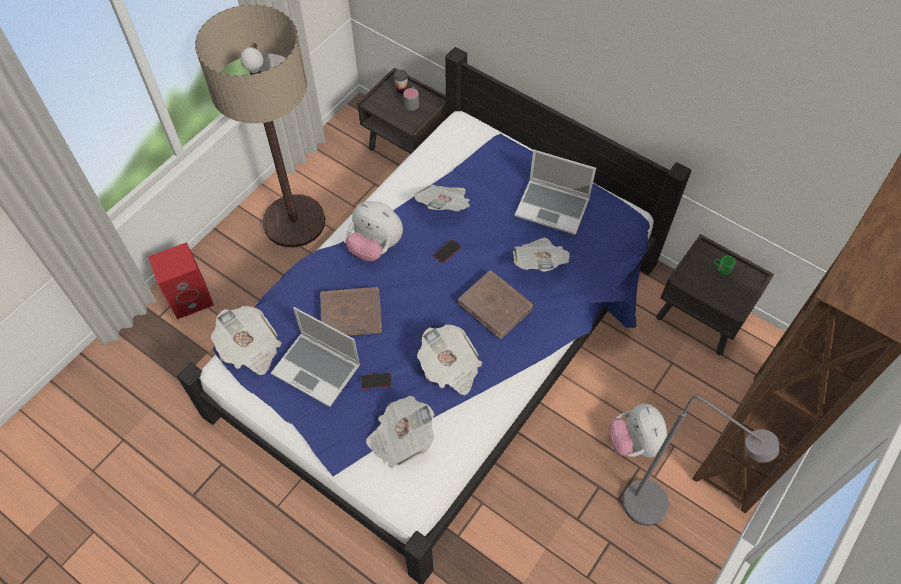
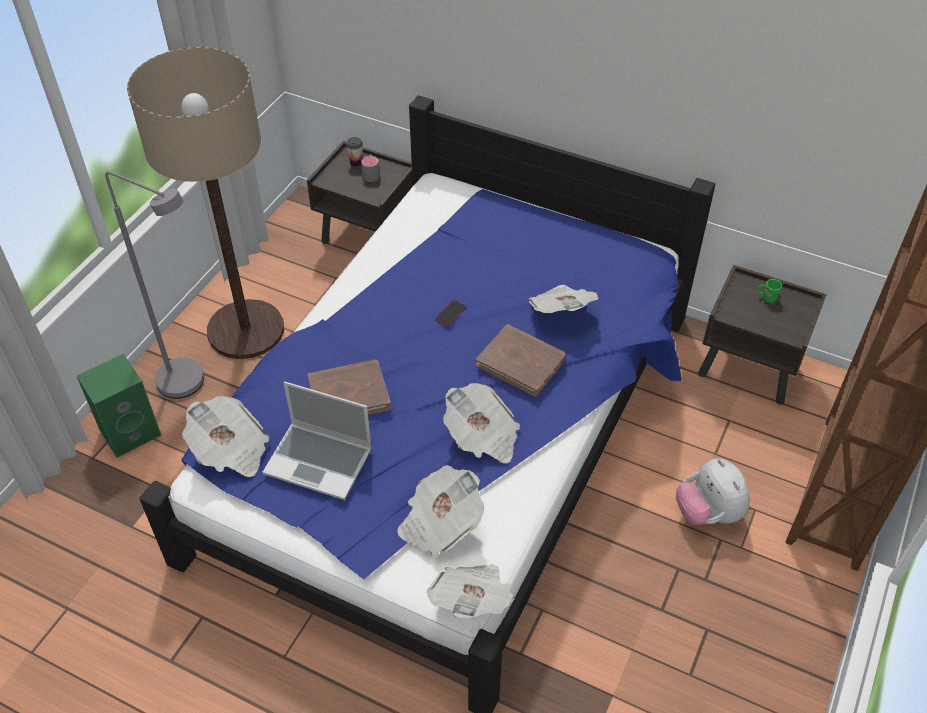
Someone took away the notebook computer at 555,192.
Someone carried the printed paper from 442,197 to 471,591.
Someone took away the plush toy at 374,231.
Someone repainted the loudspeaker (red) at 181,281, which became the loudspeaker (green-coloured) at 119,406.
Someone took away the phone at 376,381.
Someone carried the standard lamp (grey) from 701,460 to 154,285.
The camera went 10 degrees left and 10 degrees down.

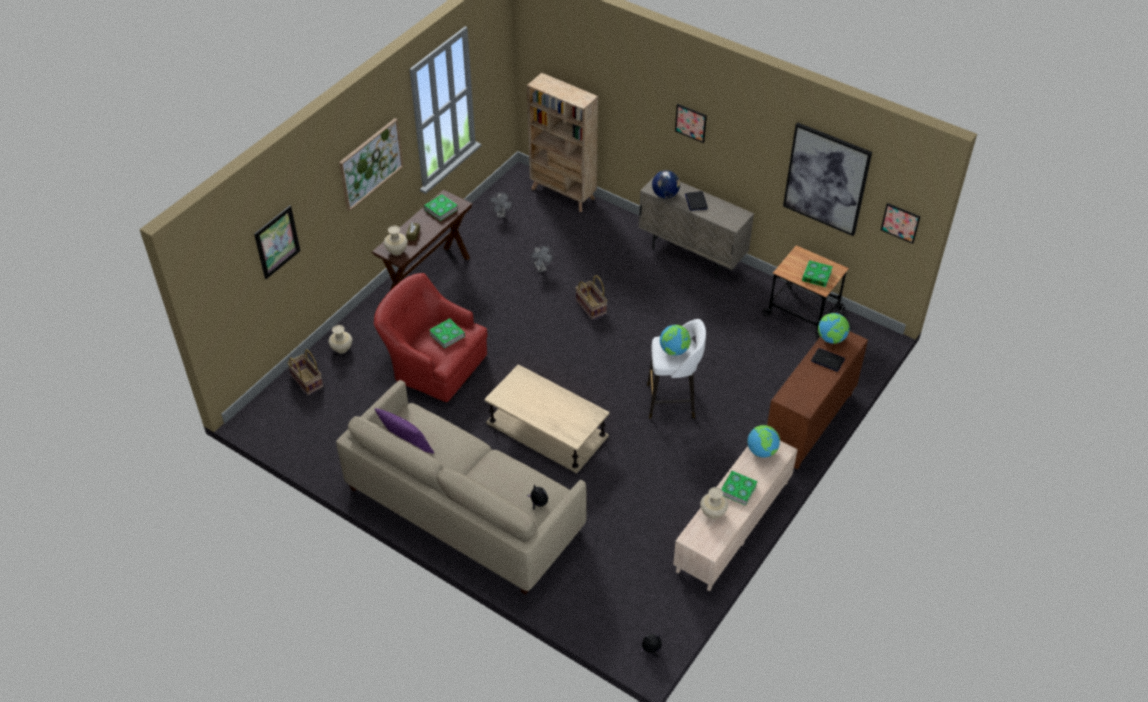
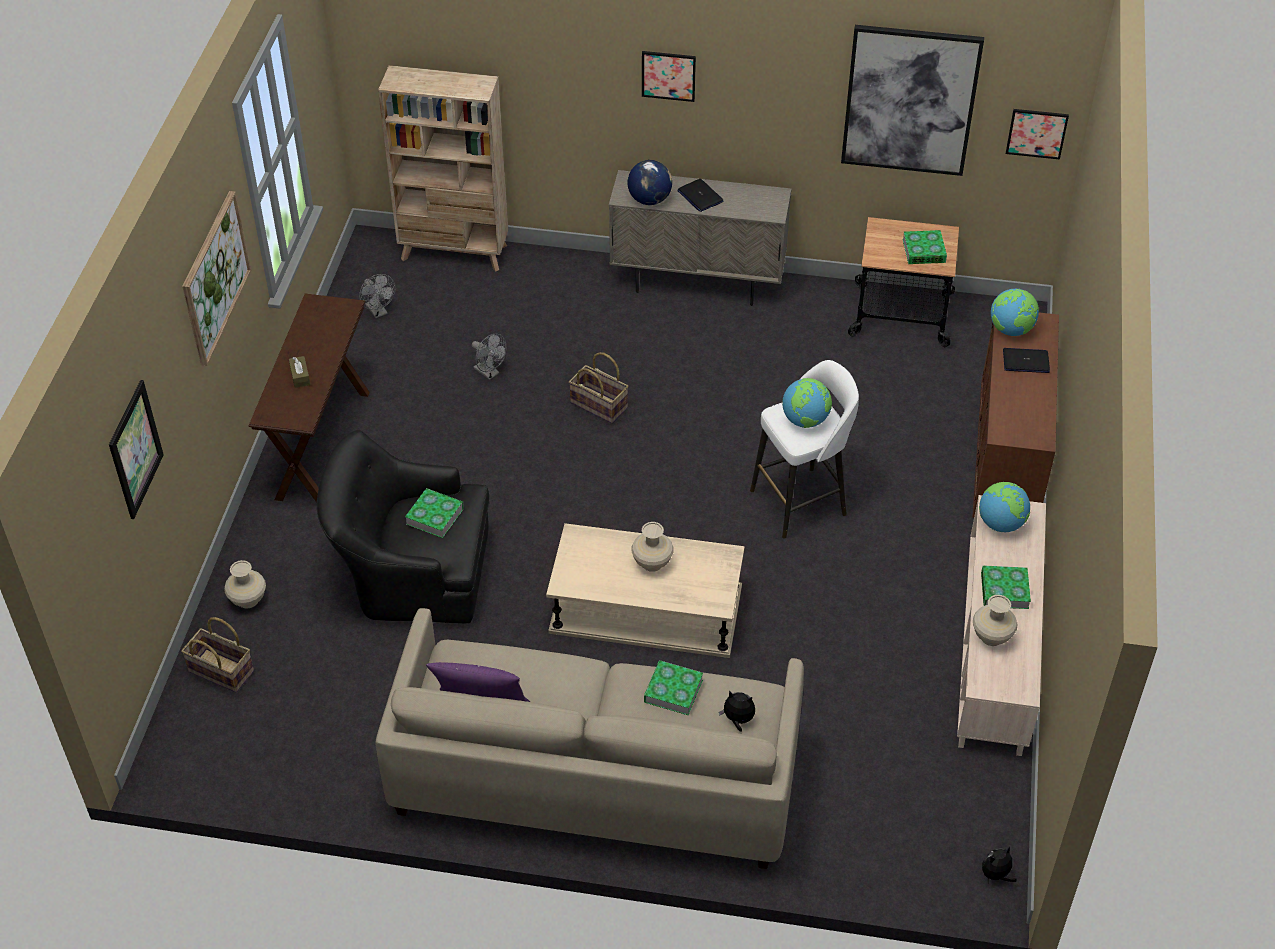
Someone carried the bound book from 441,207 to 673,687.
Someone carried the decorative vase (beige) from 396,240 to 652,547.
Someone repainted the armchair (red) at 431,337, which became the armchair (black) at 403,526.
The camera went 25 degrees left and 0 degrees up.

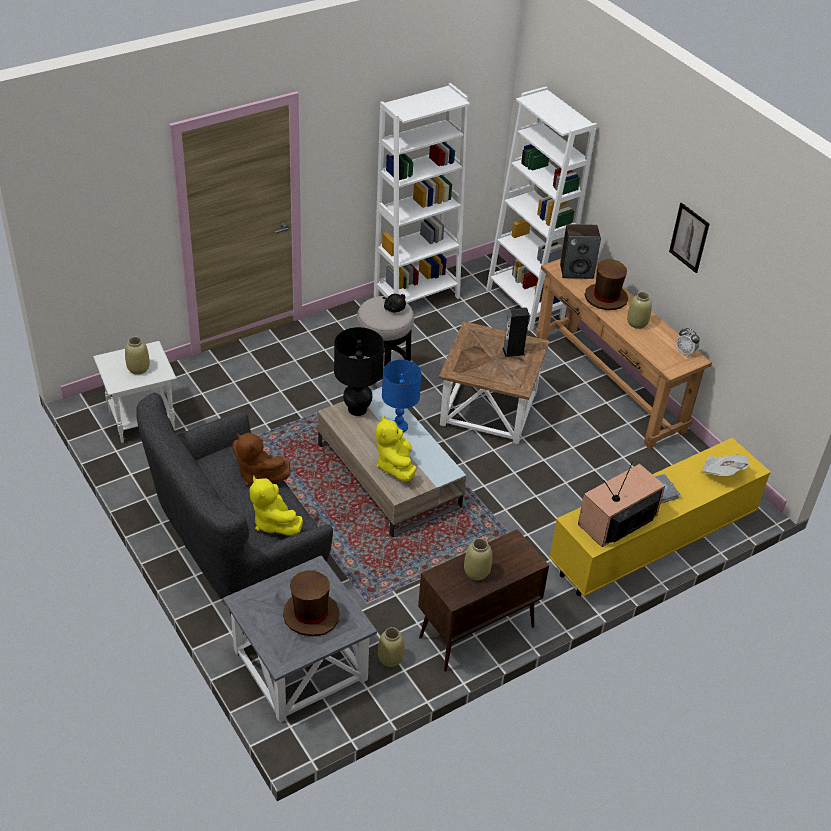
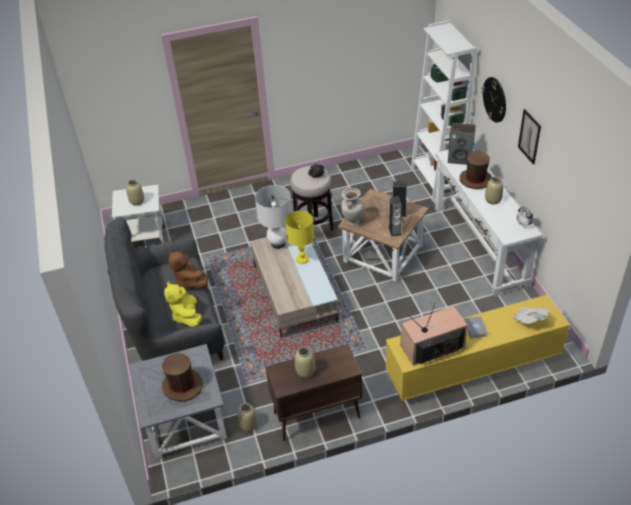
Someone took away the shelving unit (whitish) at 422,193.
Someone repainted the hall table (brown-coloured) at 623,354, which became the hall table (whitish) at 488,222.
Someone repainted the lamp for a table (black) at 359,371, which became the lamp for a table (whitish) at 273,217.
Someone repainted the lamp for a table (blue) at 401,396, which became the lamp for a table (yellowish) at 299,237.
Someone took away the plush toy (yellowish) at 396,448.
Someone put up the clock on the wall at 494,100.
Someone put down the decorative vase (beige) at 352,207.
Someone put down the loudspeaker at 395,216.
The camera went 20 degrees right and 0 degrees up.

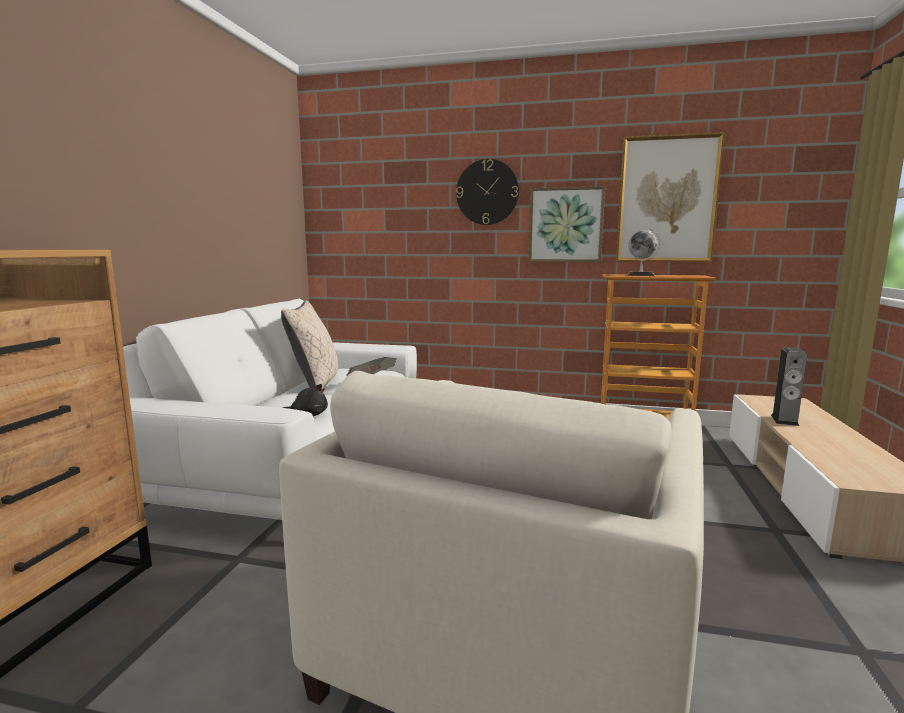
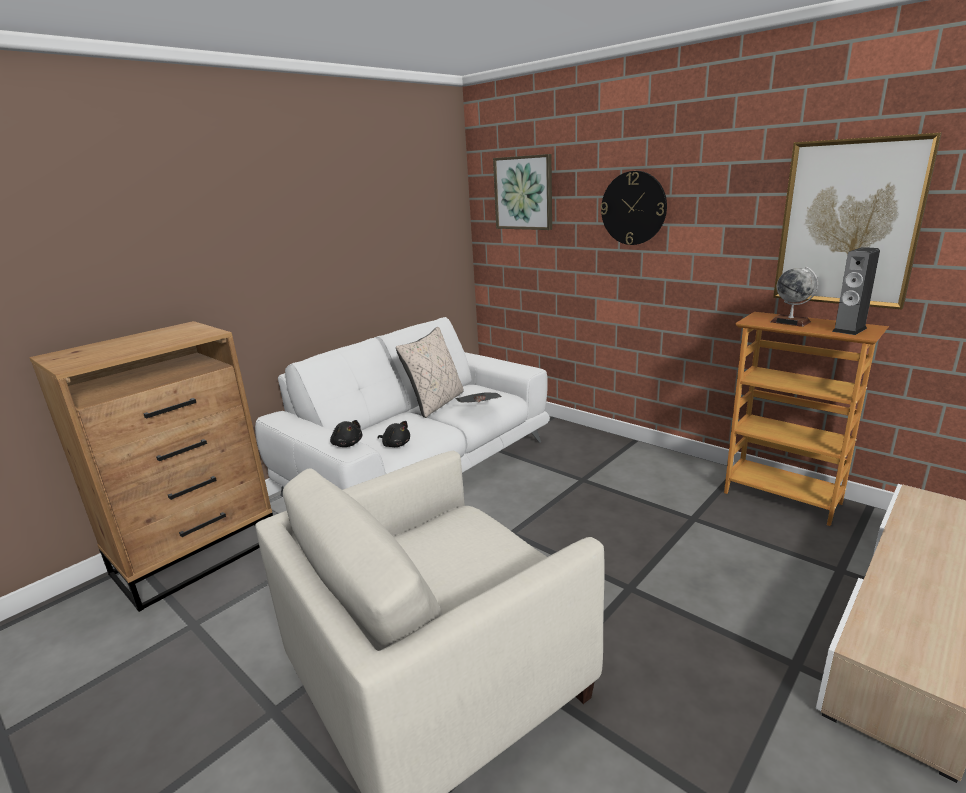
Someone carried the wall picture from 566,224 to 522,192.
Someone carried the loudspeaker from 789,386 to 856,291.
Someone put down the plush toy (black) at 346,433.
The camera went 30 degrees right and 10 degrees up.

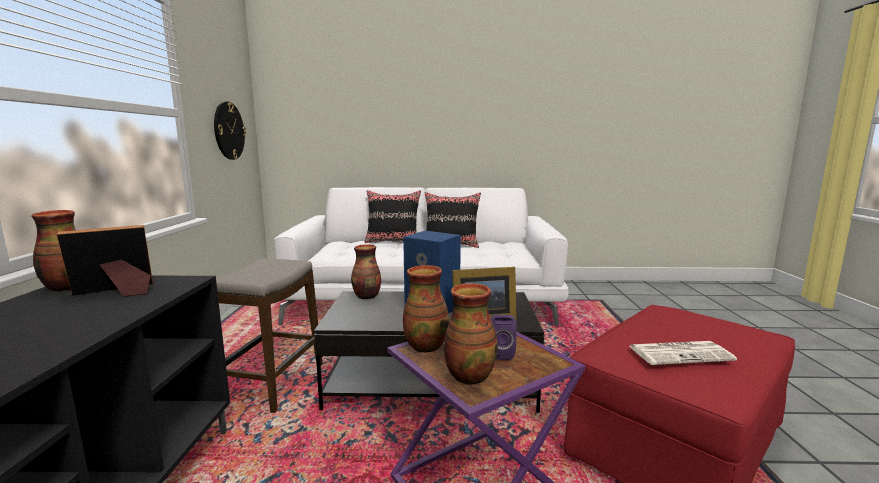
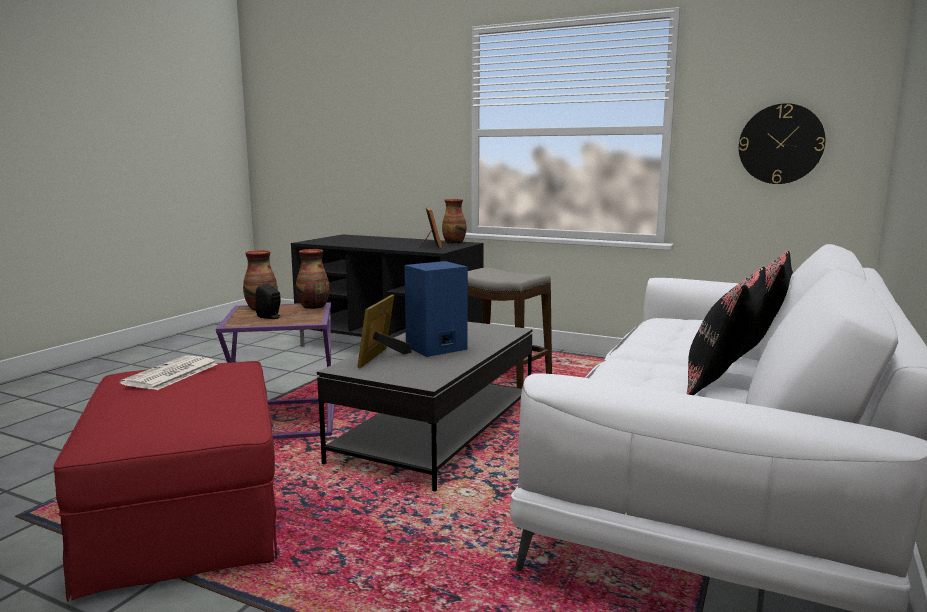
Someone took away the decorative vase at 366,271.
Someone repainted the loudspeaker (purplish) at 504,337, which became the loudspeaker (black) at 268,301.
The camera went 115 degrees right and 0 degrees up.

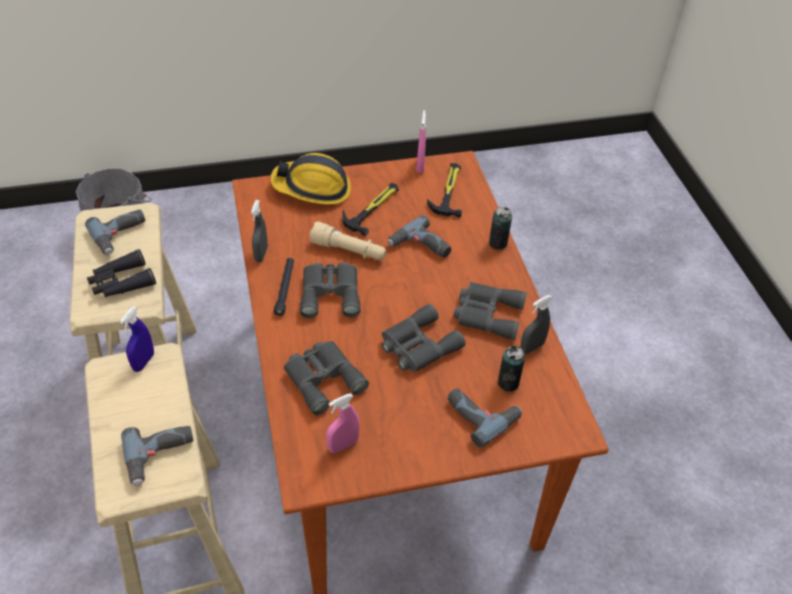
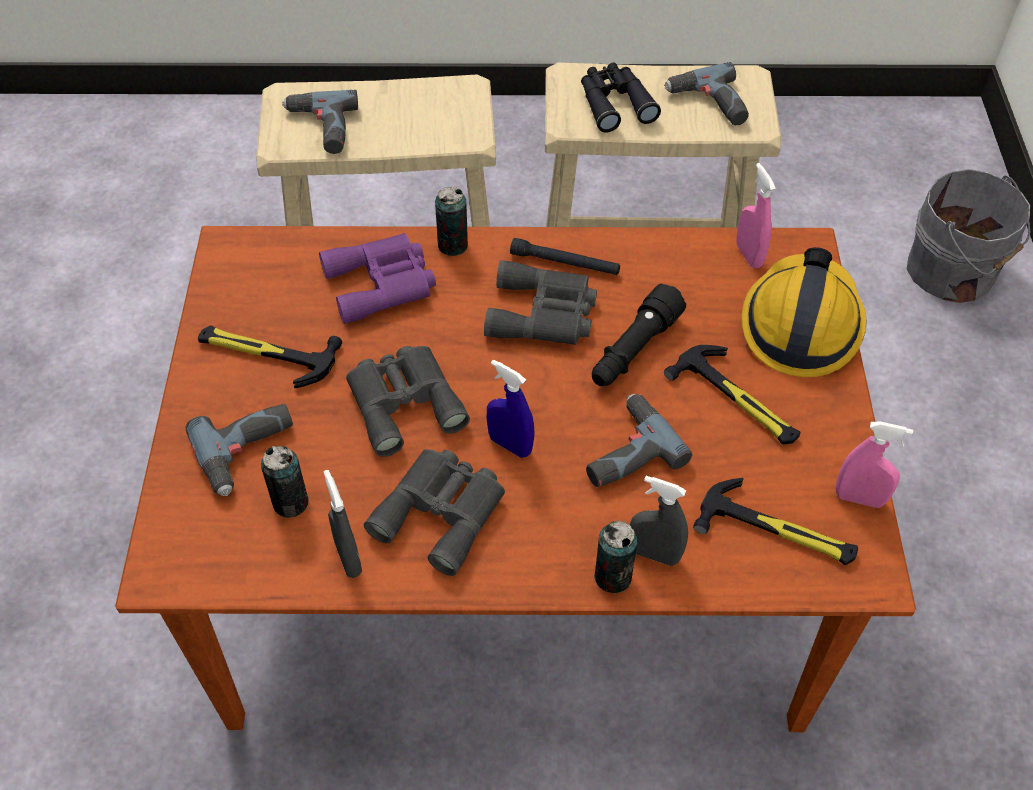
Someone carried the hand sprayer (grey) from 259,231 to 659,521.
Someone repainted the hand torch (beige) at 348,240, which became the hand torch (black) at 639,335.
Someone carried the hand sprayer (blue) from 137,339 to 511,409.
Someone repainted the field glasses (grey) at 326,378, which became the field glasses (purplish) at 377,278.
Someone carried the hand sprayer (pink-coloured) from 343,423 to 756,215.
Someone put down the metal can at 451,221.
Someone put down the hammer at 270,356.
The camera went 105 degrees right and 5 degrees up.

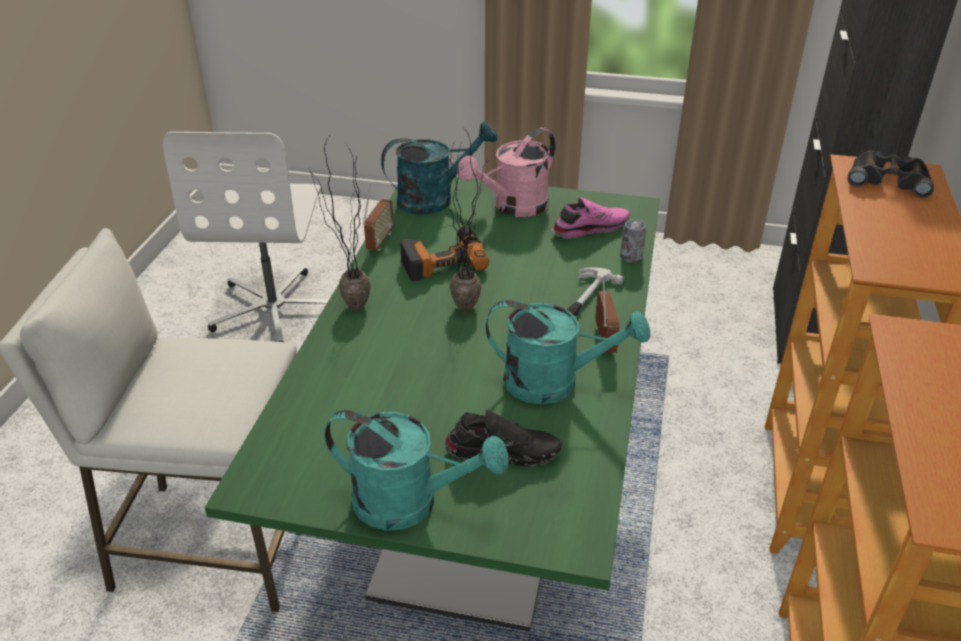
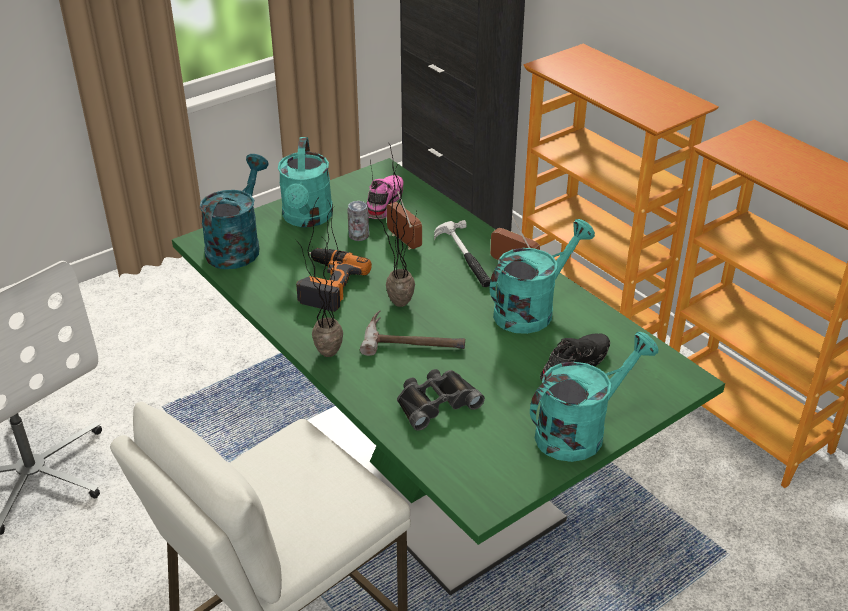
Someone repainted the sprinkling can (pink-coloured) at 506,172, which became the sprinkling can (blue-green) at 305,182.
Someone carried the field glasses (black) from 891,174 to 441,400.
Someone carried the radio set from 378,218 to 404,220.
Someone carried the metal can from 633,241 to 358,221.
Someone put down the hammer at 412,333.
The camera went 50 degrees left and 0 degrees up.

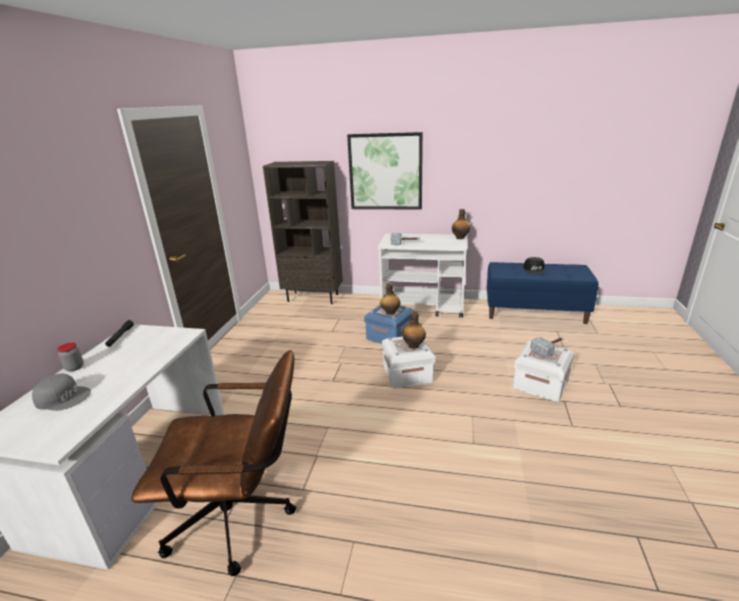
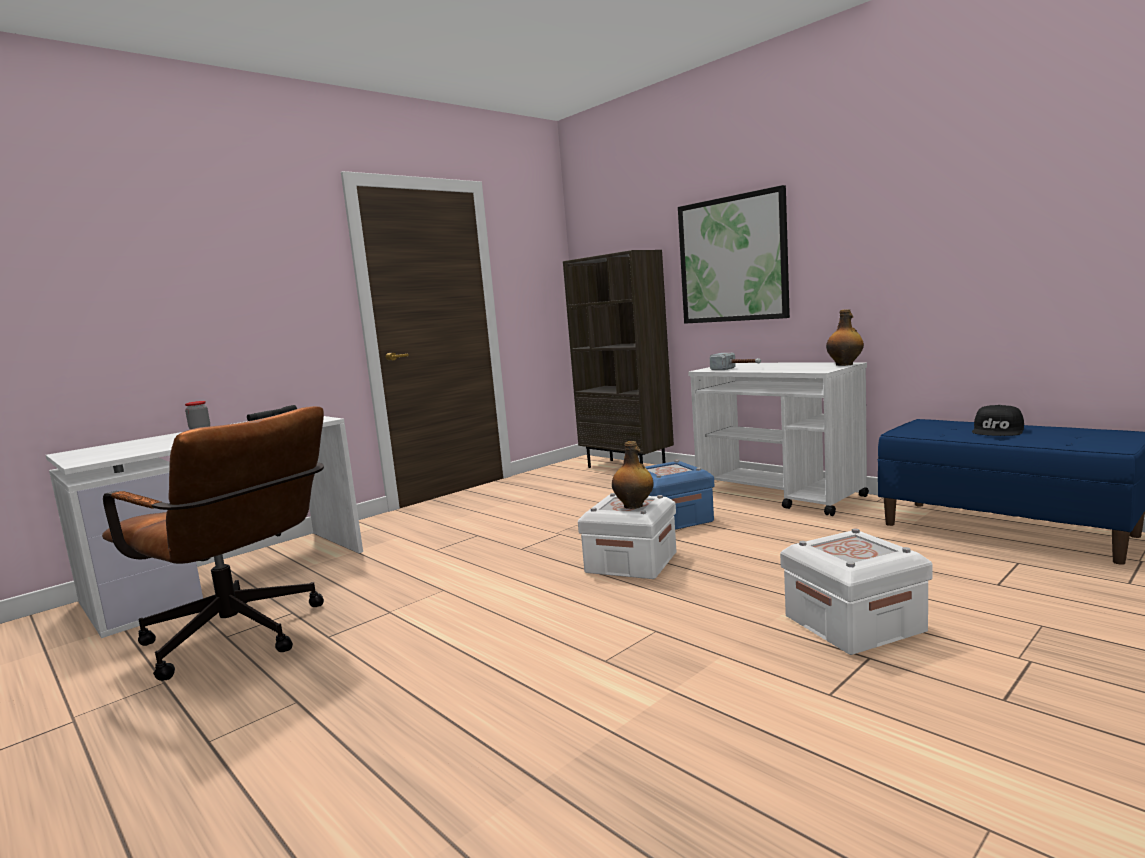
Someone took away the bottle at 390,299.
Someone took away the hammer at 547,347.
Someone took away the cap (grey) at 61,392.
The camera went 35 degrees right and 15 degrees down.

